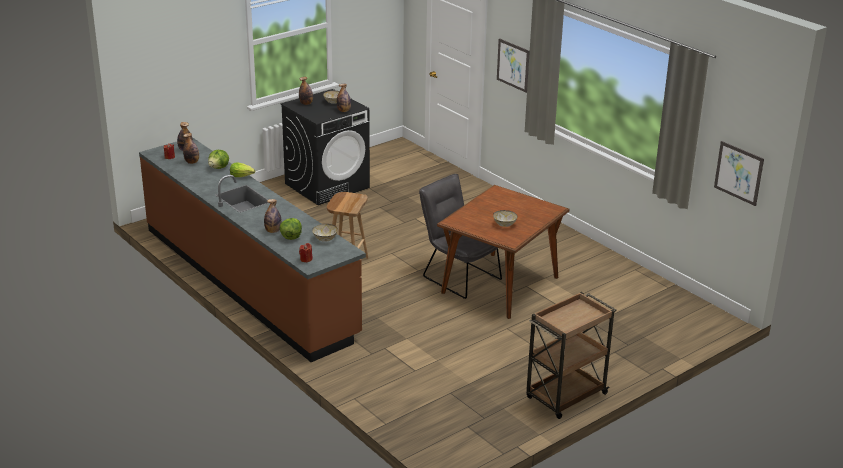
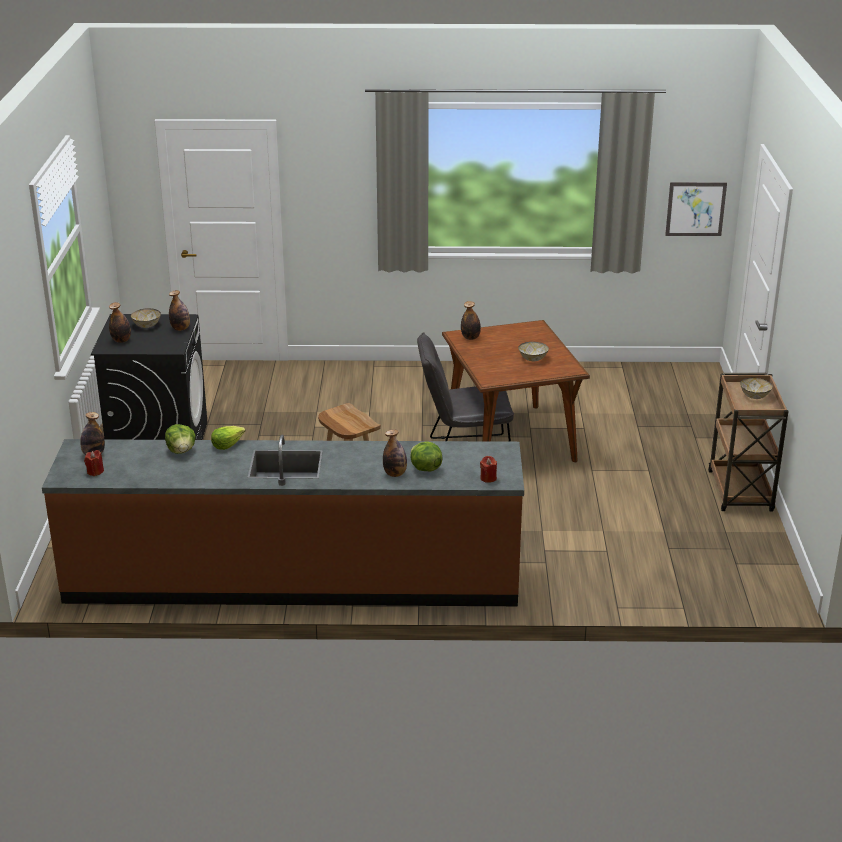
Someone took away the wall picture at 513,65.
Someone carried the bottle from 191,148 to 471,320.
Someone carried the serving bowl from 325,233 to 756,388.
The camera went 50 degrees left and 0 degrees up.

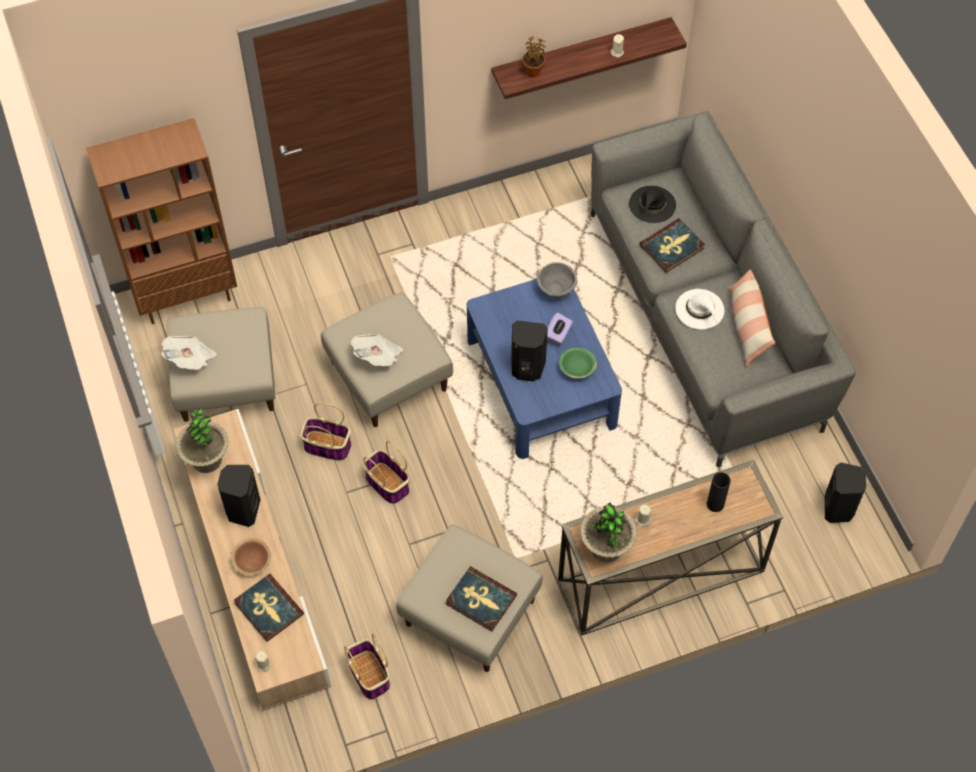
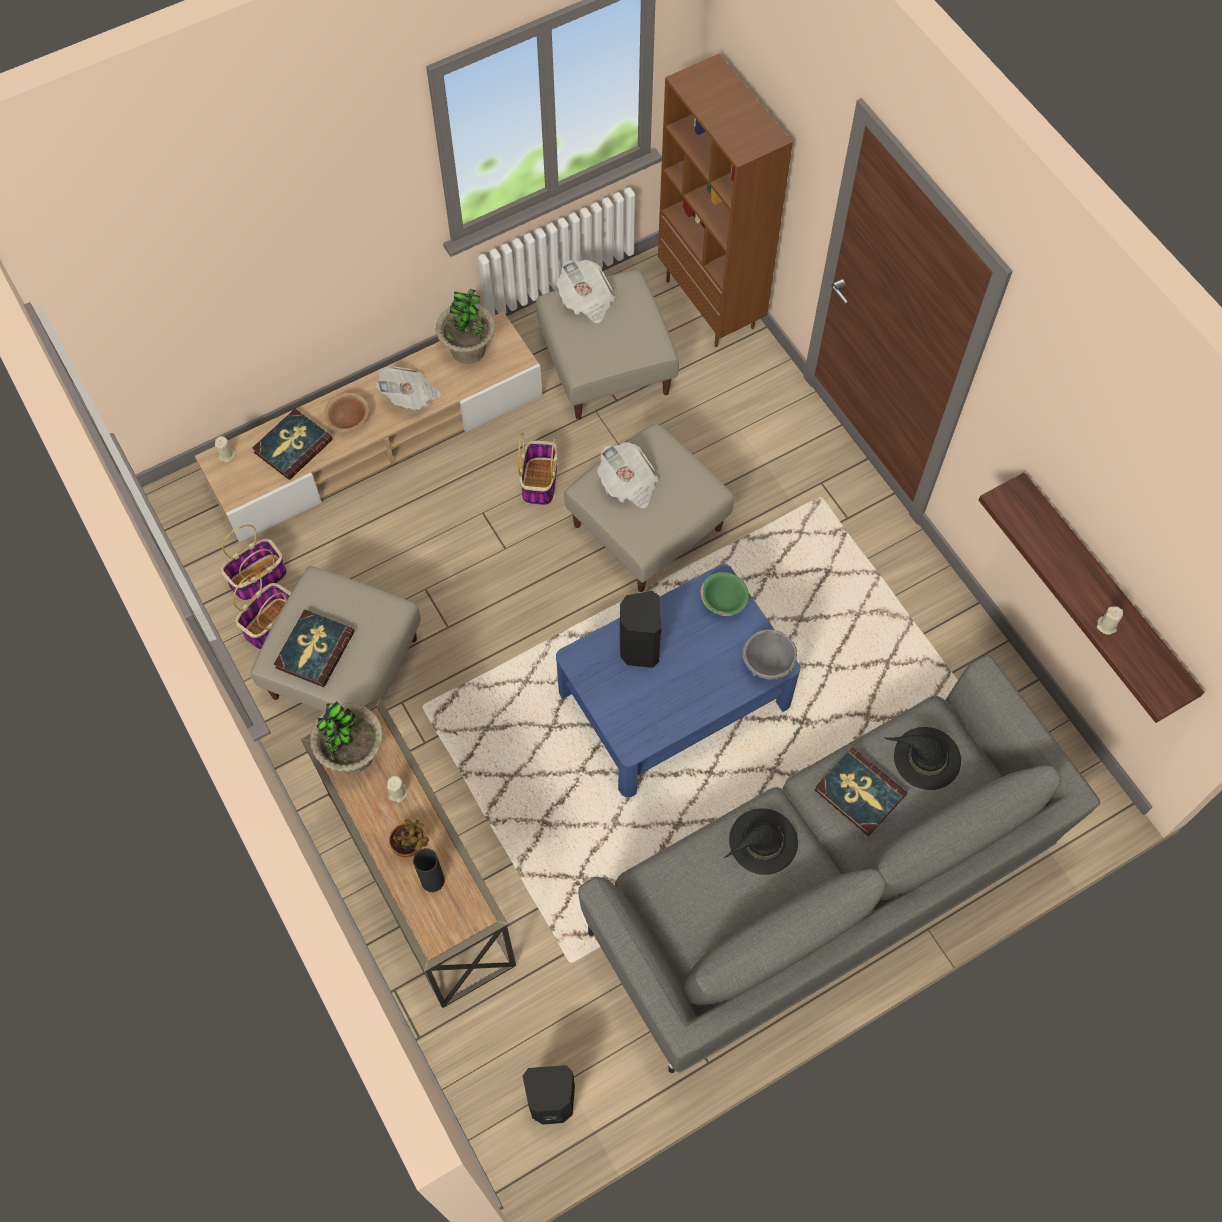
Someone carried the potted plant from 534,56 to 409,838.
Someone took away the pillow at 752,319.
Someone repainted the hat (whitish) at 700,309, which became the hat (black) at 761,841.
Someone took away the tissue holder (purplish) at 560,329.
Someone carried the serving bowl (green-coloured) from 578,363 to 724,594.
Someone carried the household basket from 386,472 to 261,611.
Someone swapped the loudspeaker (black) at 238,496 for the printed paper at 408,388.
The camera went 80 degrees right and 5 degrees up.

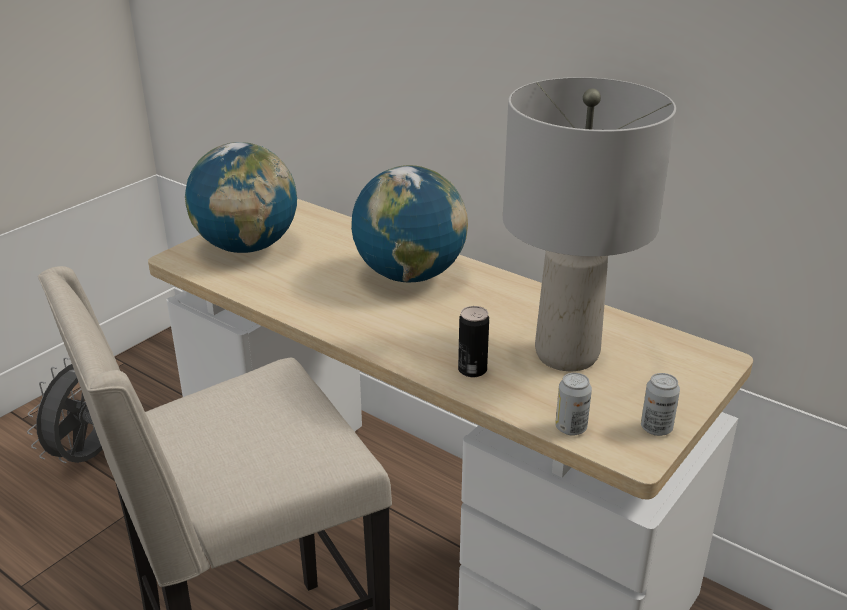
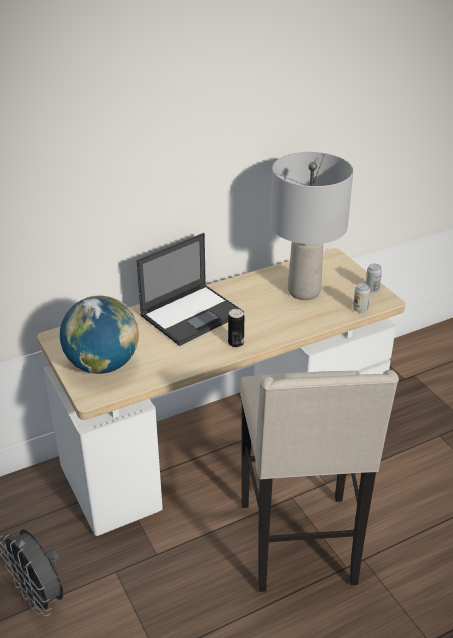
Someone swapped the desk globe at 409,223 for the notebook computer at 190,289.
Someone carried the metal can from 473,341 to 236,328.
The camera went 65 degrees left and 5 degrees up.

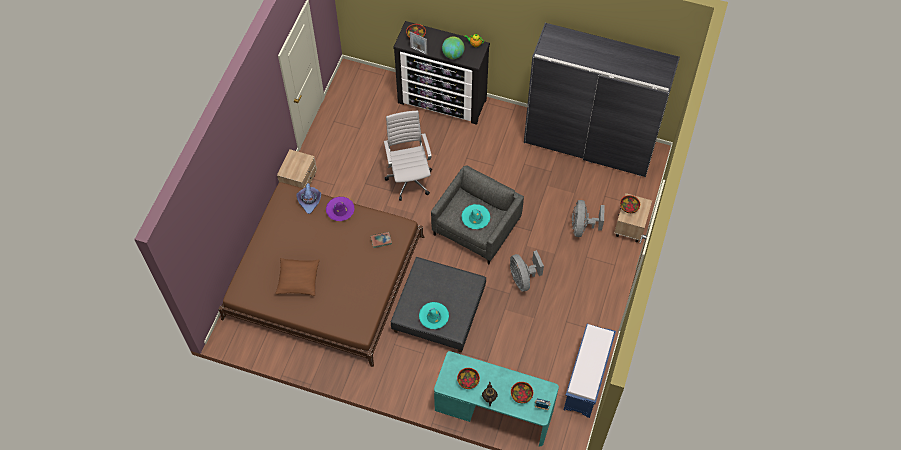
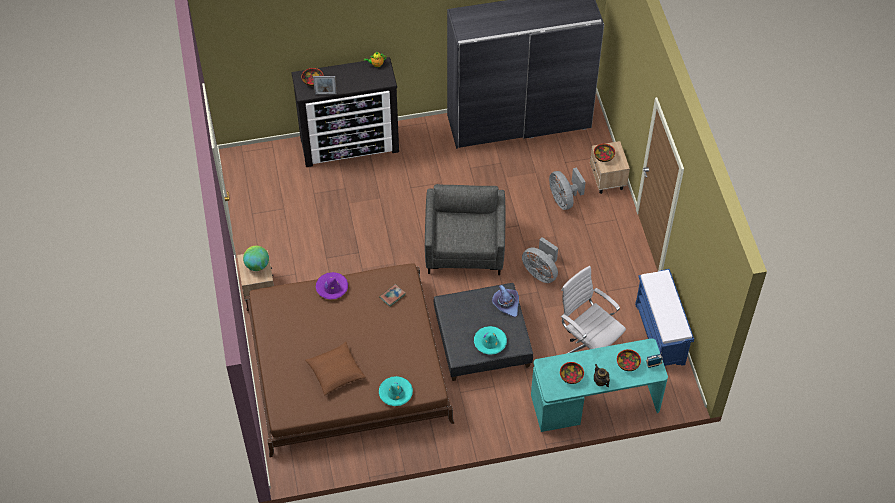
Someone carried the desk globe from 453,47 to 256,258.
Someone carried the desk chair (whitish) from 408,156 to 593,309.
Someone carried the hat (purplish) from 308,198 to 505,301.
Someone carried the hat (blue-green) from 475,216 to 396,391.
The camera went 30 degrees left and 5 degrees down.

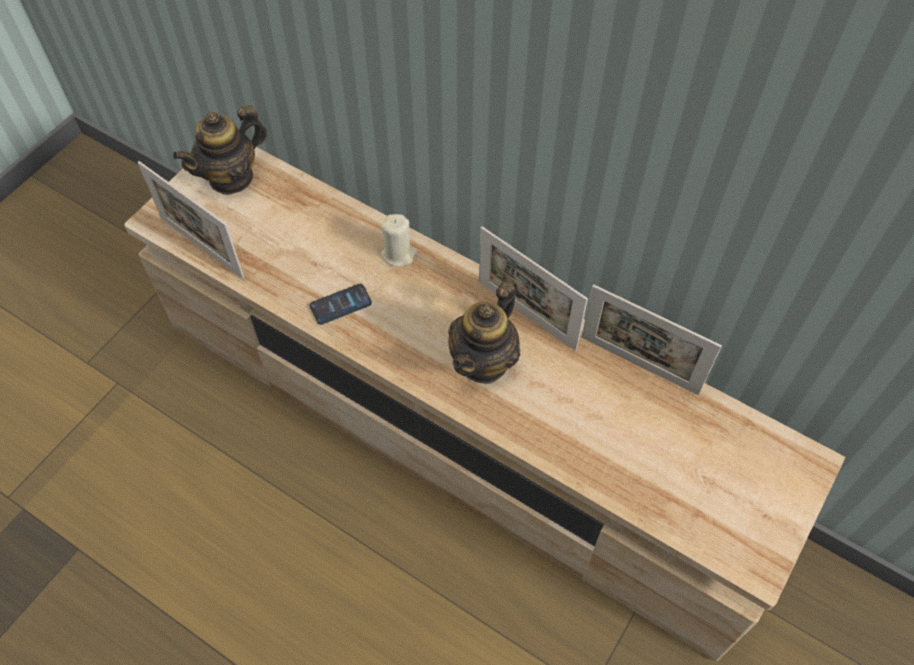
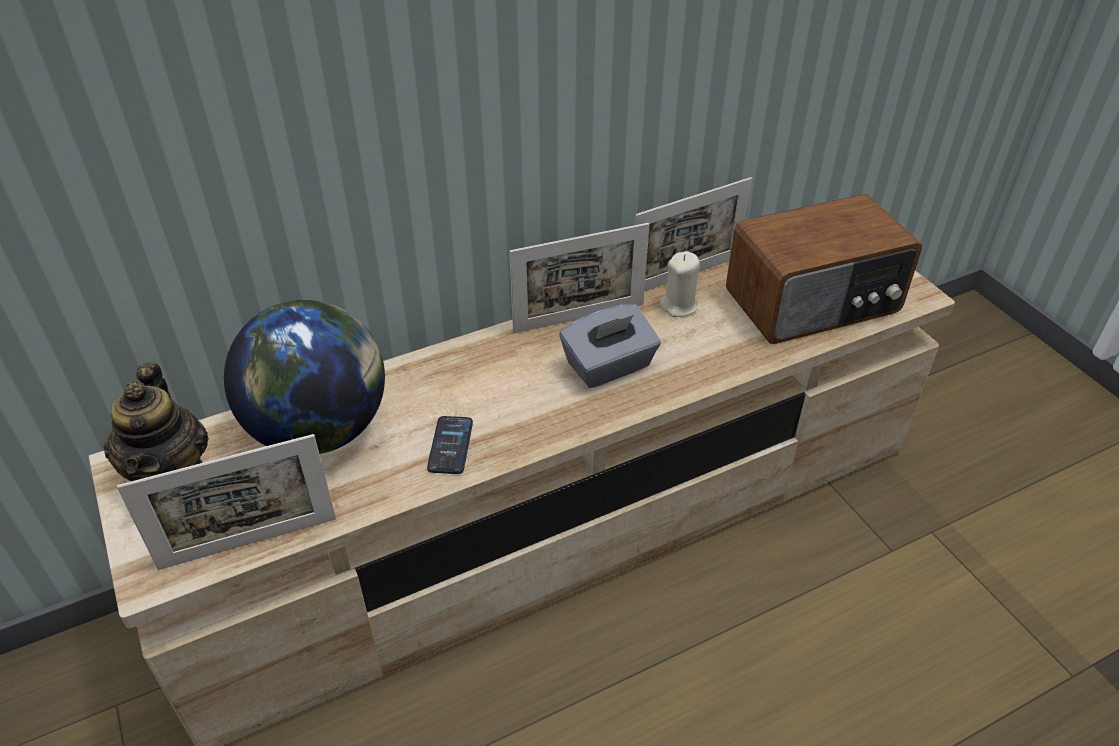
Someone carried the candle (beige) from 399,240 to 680,284.
Someone swapped the tea pot at 484,333 for the tissue holder (grey) at 610,346.
Someone put down the radio set at 824,269.
Someone put down the desk globe at 304,377.
The camera went 60 degrees left and 15 degrees down.

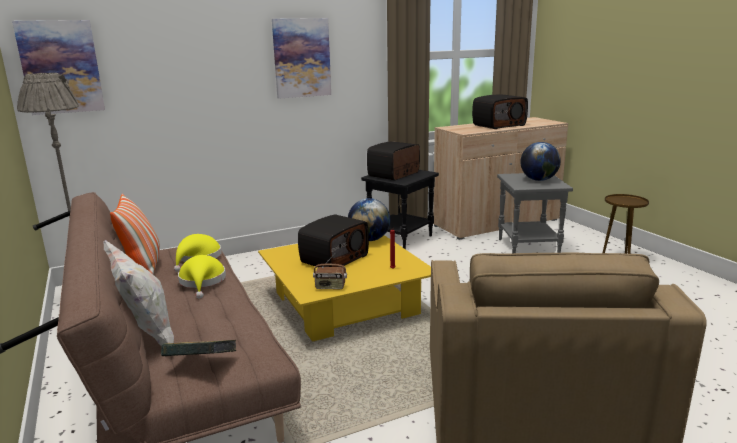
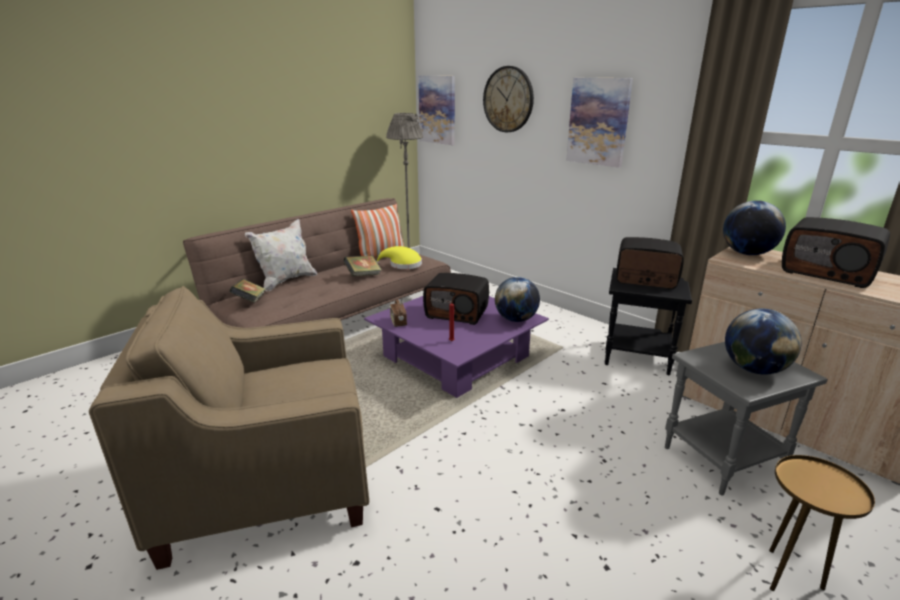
Someone repainted the lounge table (yellowish) at 344,288, which became the lounge table (purplish) at 456,347.
Someone swapped the hat (yellowish) at 202,277 for the bound book at 362,266.
Someone put up the clock on the wall at 508,99.
Someone put down the desk globe at 754,227.
The camera went 70 degrees right and 5 degrees up.

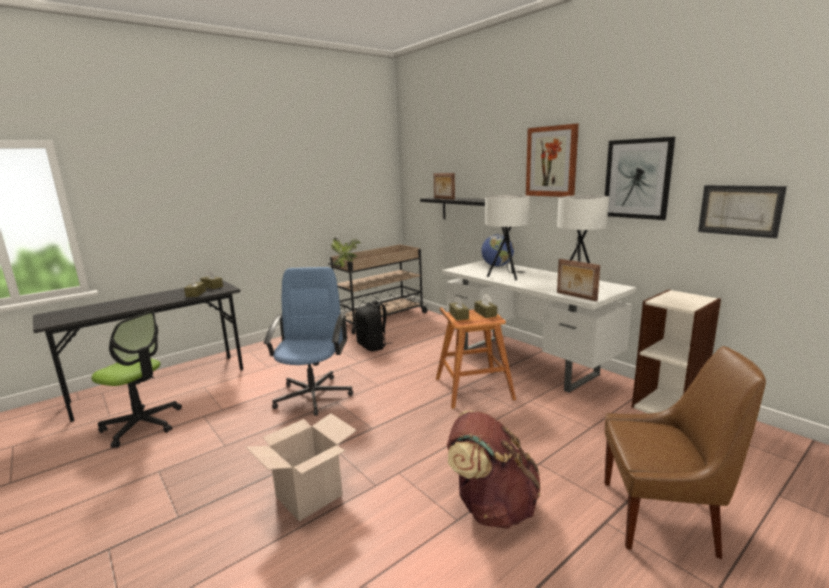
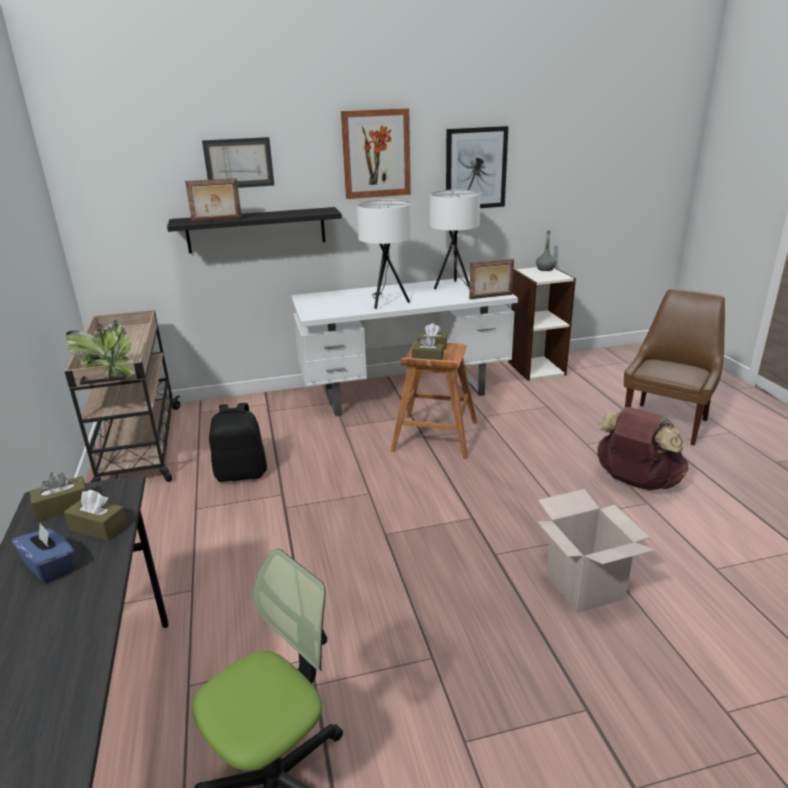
Someone carried the wall picture from 742,211 to 238,162.
Someone took away the desk globe at 497,250.
Someone took away the desk chair (blue) at 308,341.
Someone put down the bottle (grey) at 546,251.
Someone put down the tissue holder (blue) at 43,553.
The camera went 65 degrees left and 10 degrees up.

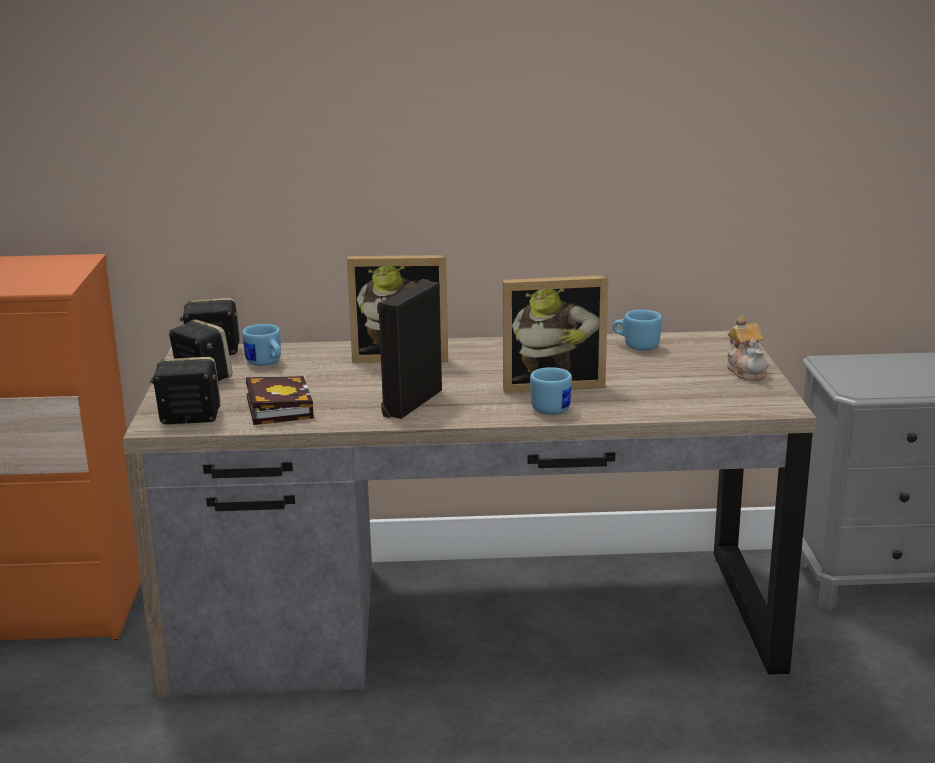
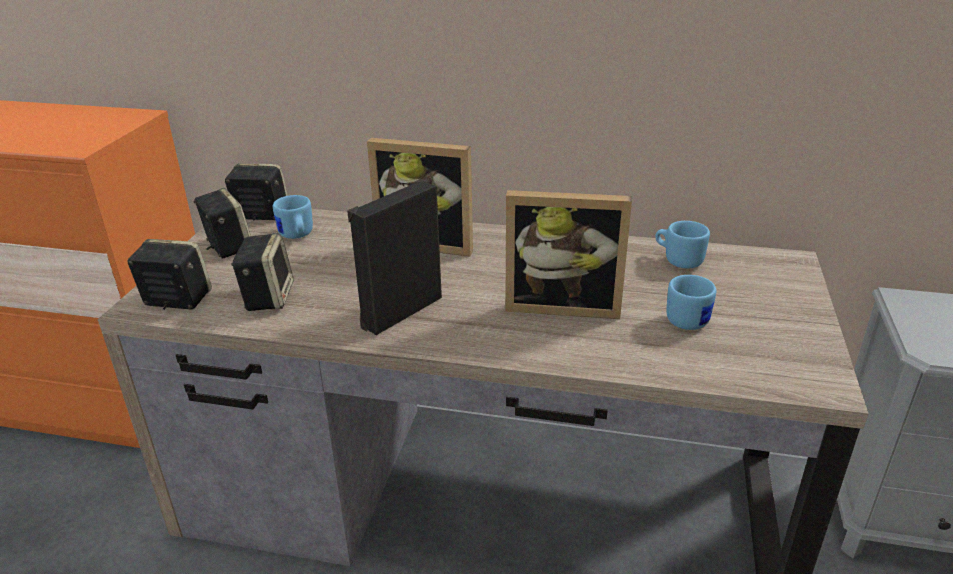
Someone took away the tea pot at 748,348.
Someone carried the mug (blue) from 551,391 to 691,302.
Someone swapped the bound book at 280,400 for the loudspeaker at 262,272.
The camera went 15 degrees right and 10 degrees up.

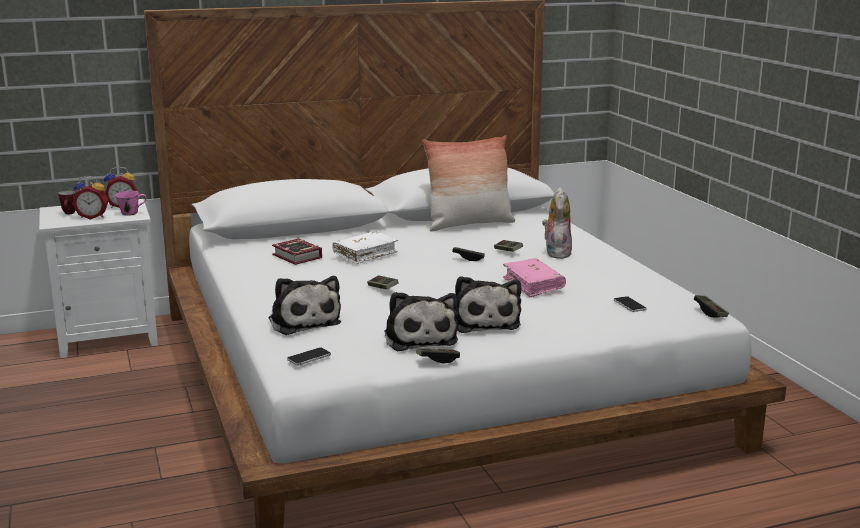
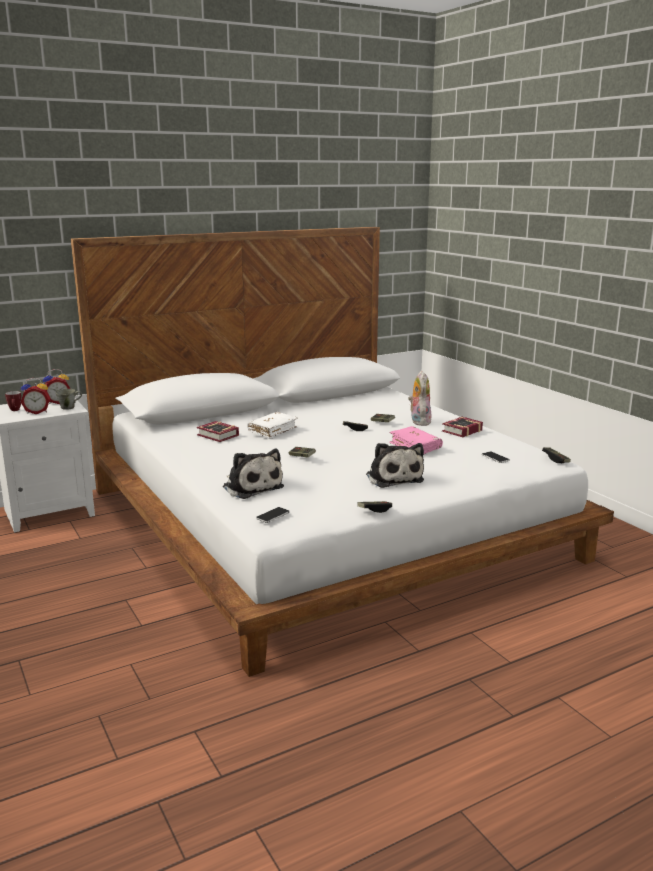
Someone took away the pillow at 469,183.
Someone repainted the mug (pink-coloured) at 131,203, which became the mug (grey) at 69,399.
Someone took away the plush toy at 421,321.
Someone put down the bound book at 462,427.
The camera went 10 degrees left and 0 degrees up.

